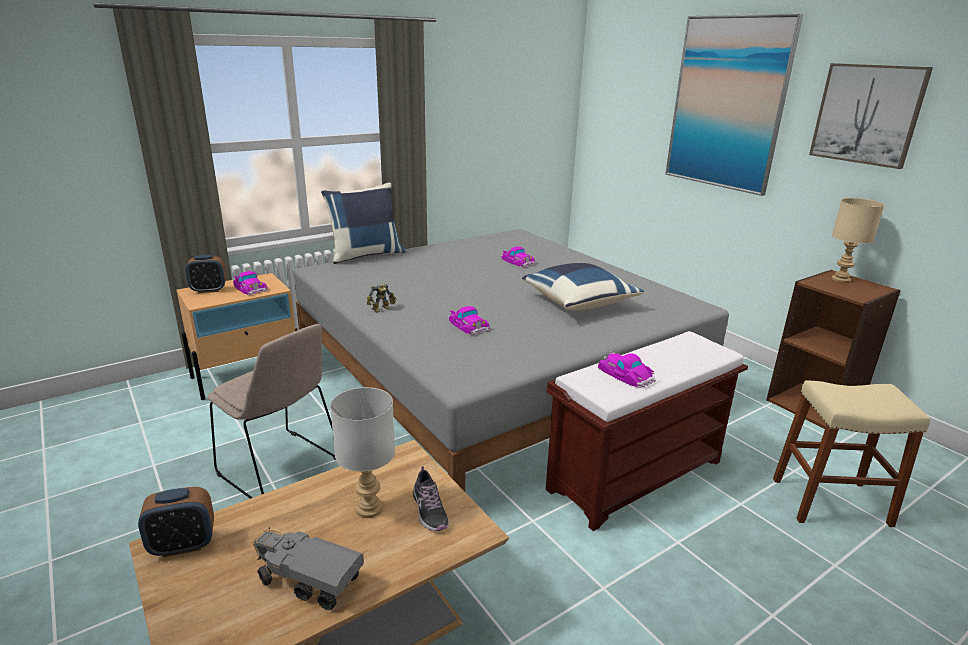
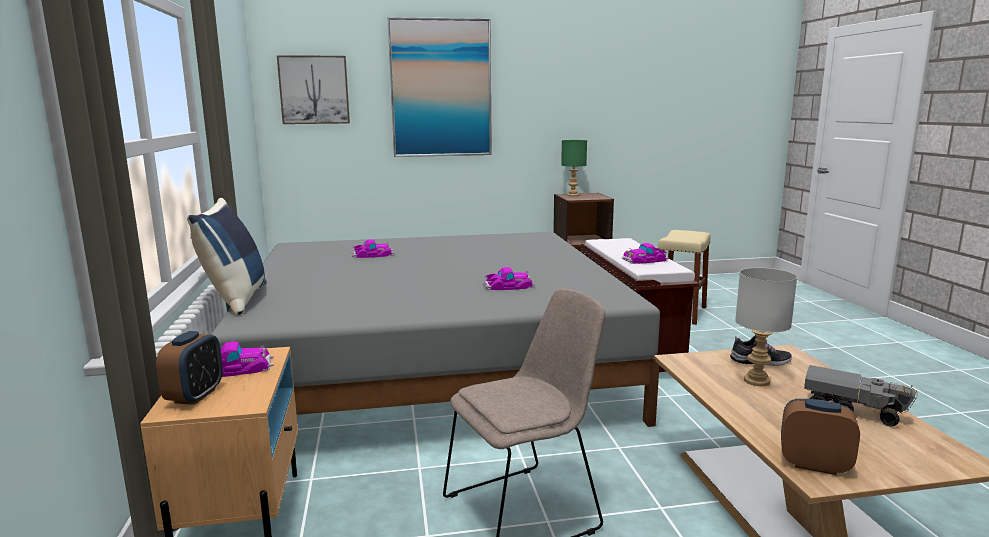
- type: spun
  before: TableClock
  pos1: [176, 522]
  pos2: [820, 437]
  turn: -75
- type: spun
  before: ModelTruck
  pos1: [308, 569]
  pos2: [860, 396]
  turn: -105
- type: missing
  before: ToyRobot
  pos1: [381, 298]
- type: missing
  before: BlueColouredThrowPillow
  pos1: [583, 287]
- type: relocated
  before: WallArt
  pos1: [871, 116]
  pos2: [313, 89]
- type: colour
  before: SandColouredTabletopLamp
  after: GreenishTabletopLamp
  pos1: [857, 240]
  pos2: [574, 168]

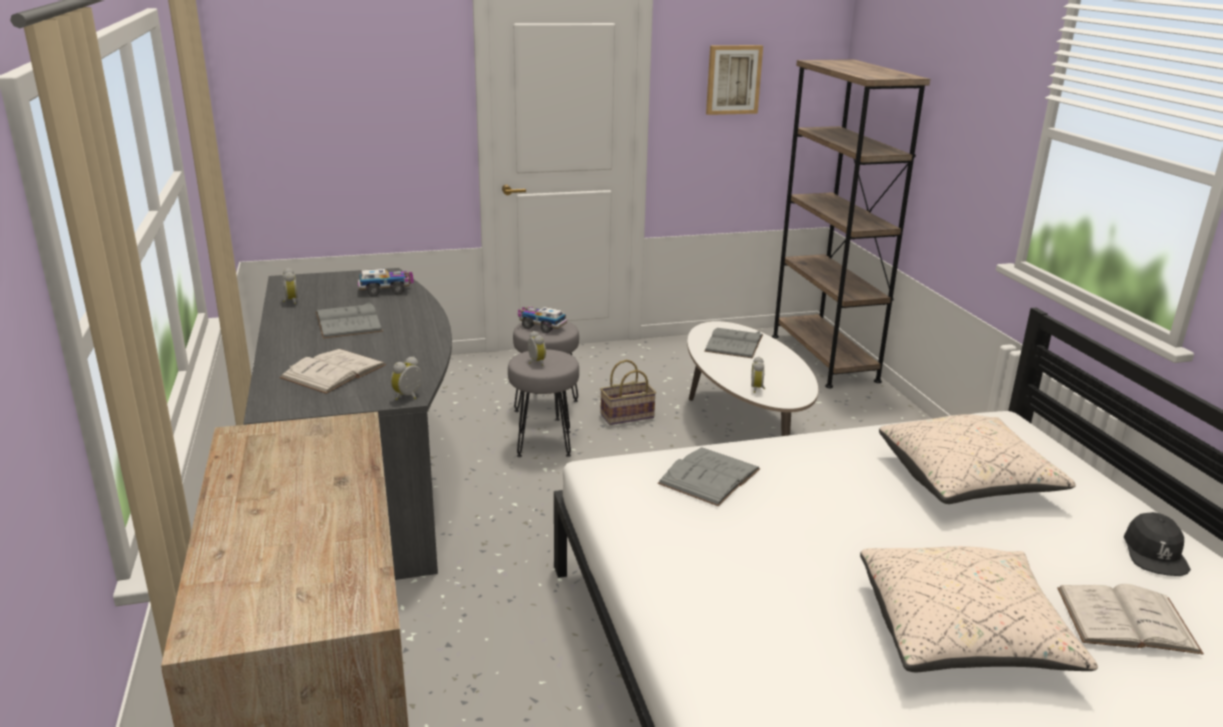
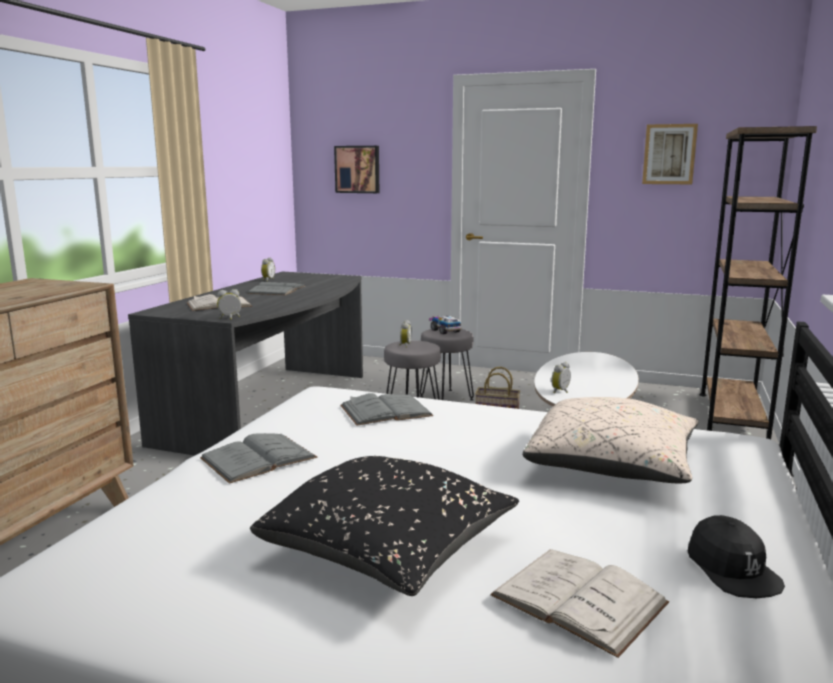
- type: missing
  before: ModelTruck
  pos1: [385, 282]
- type: relocated
  before: GrayBook
  pos1: [733, 343]
  pos2: [259, 458]
- type: colour
  before: SandColouredThrowPillow
  after: BlackThrowPillow
  pos1: [979, 609]
  pos2: [384, 526]
- type: spun
  before: BlackCap
  pos1: [1157, 544]
  pos2: [736, 556]
  turn: -60
- type: appeared
  after: WallArt
  pos2: [356, 169]

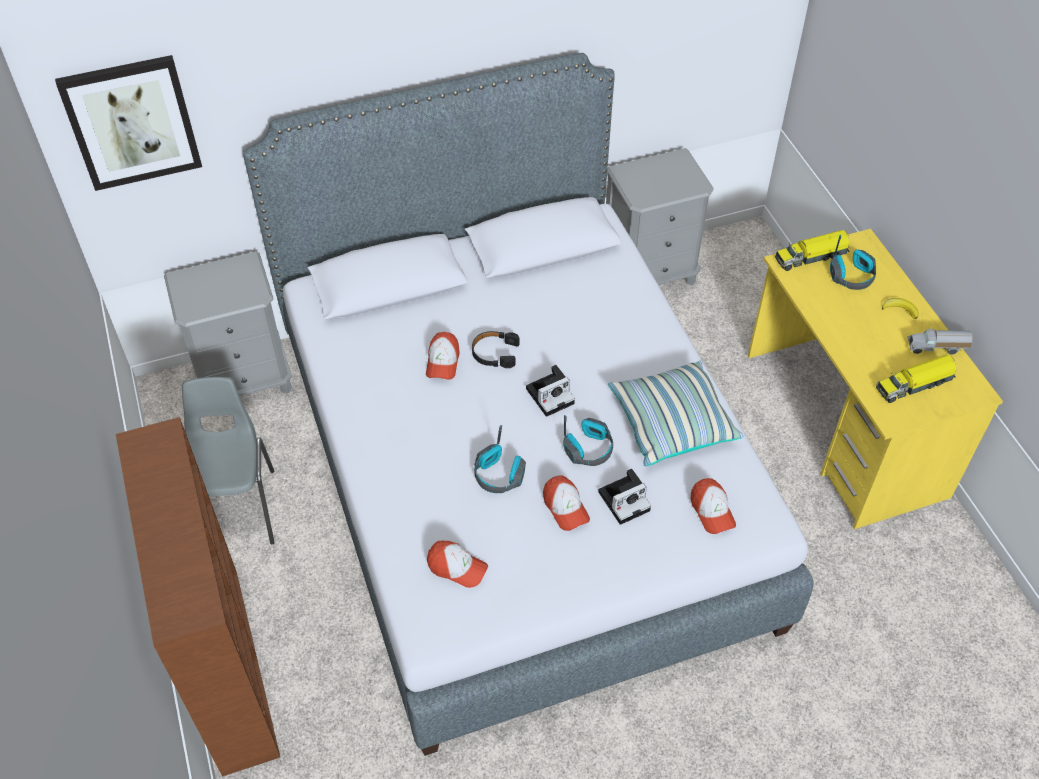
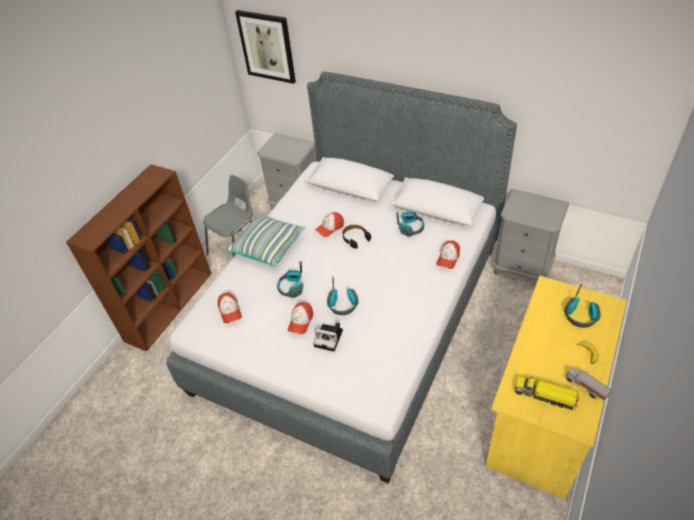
- type: missing
  before: StillCamera
  pos1: [550, 391]
- type: relocated
  before: ThrowPillow
  pos1: [675, 413]
  pos2: [265, 240]
- type: relocated
  before: Cap
  pos1: [713, 506]
  pos2: [448, 254]
- type: missing
  before: ModelTruck
  pos1: [812, 250]
- type: appeared
  after: PairOfHeadphones
  pos2: [410, 224]

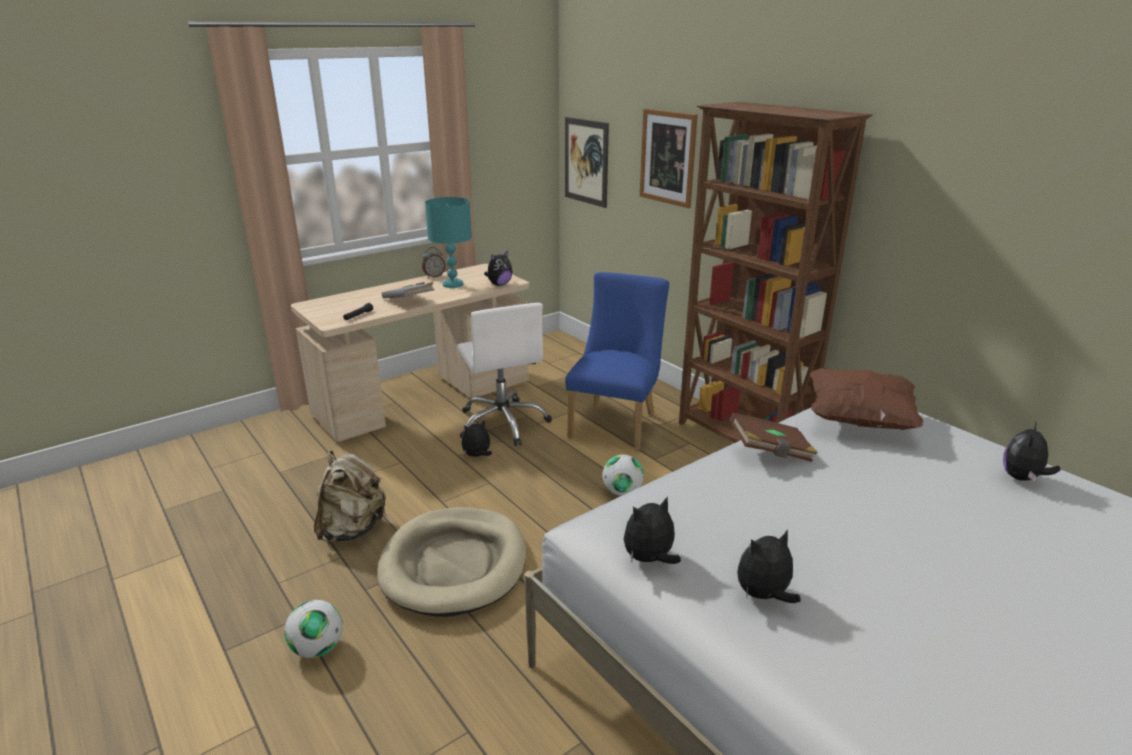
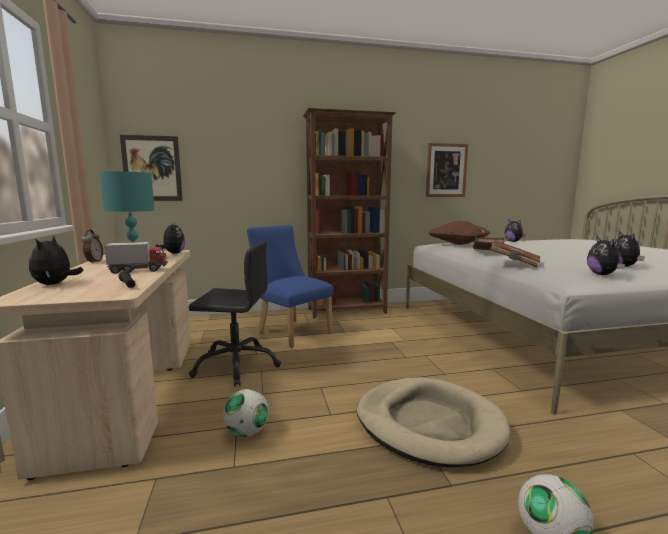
- type: missing
  before: SandColouredKnapsack
  pos1: [350, 497]
- type: exchanged
  before: GrayBook
  after: ModelTruck
  pos1: [408, 290]
  pos2: [136, 258]
- type: colour
  before: WhiteDeskChair
  after: BlackDeskChair
  pos1: [504, 374]
  pos2: [235, 314]
- type: relocated
  before: SoftToy
  pos1: [477, 438]
  pos2: [56, 260]
- type: relocated
  before: BallForFootball
  pos1: [623, 475]
  pos2: [246, 413]
- type: relocated
  before: WallArt
  pos1: [669, 158]
  pos2: [447, 170]
- type: appeared
  after: BrownishBook
  pos2: [514, 254]

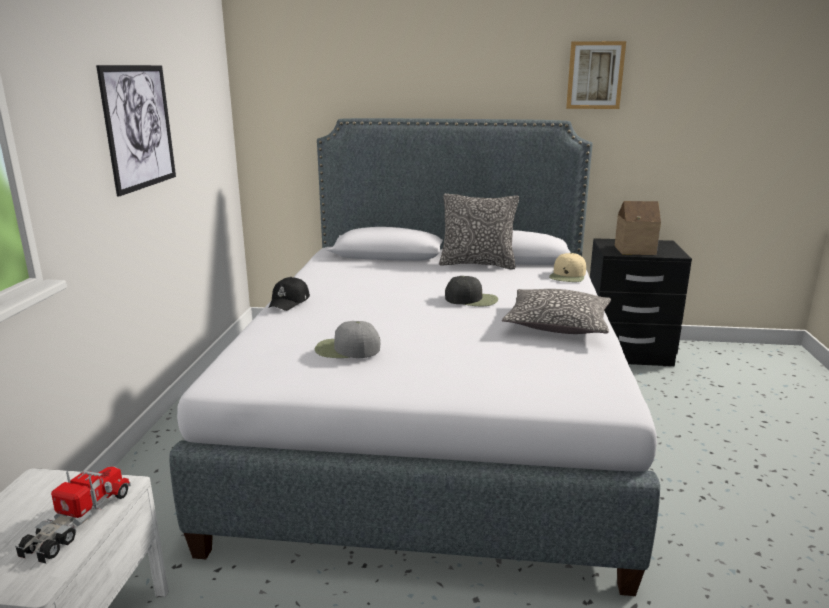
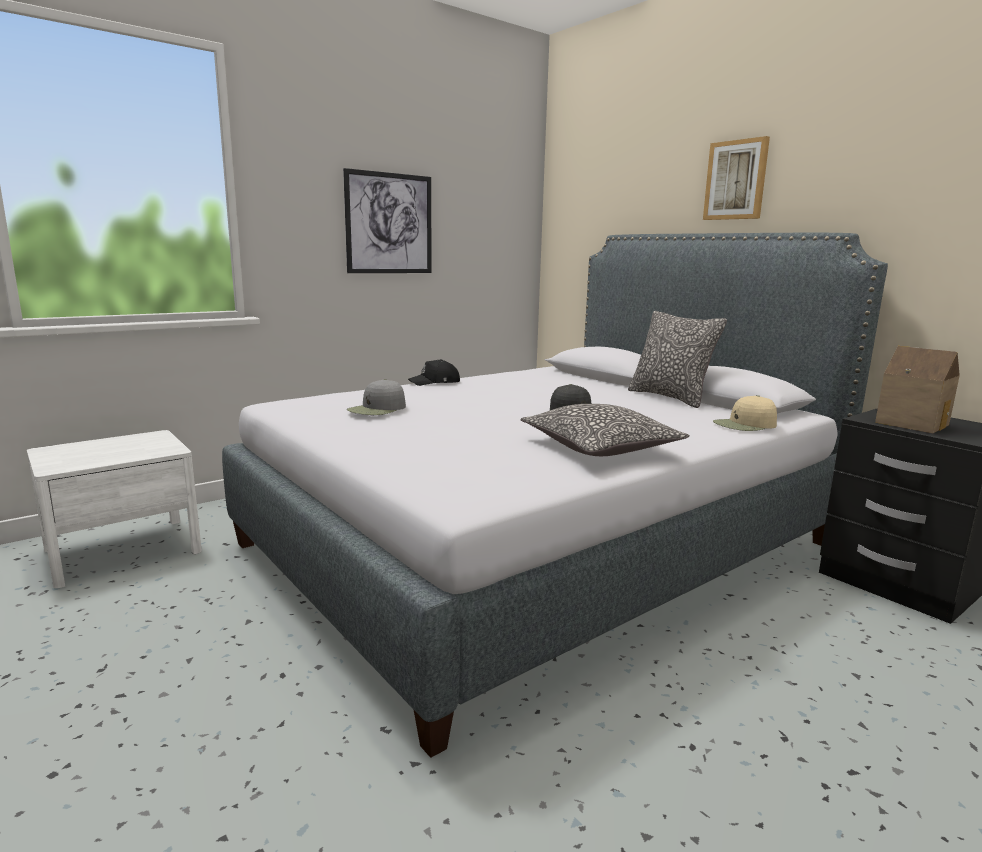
- type: missing
  before: ModelTruck
  pos1: [73, 515]
- type: spun
  before: GrayCap
  pos1: [347, 339]
  pos2: [376, 397]
  turn: -105
- type: relocated
  before: WallArt
  pos1: [596, 75]
  pos2: [736, 178]

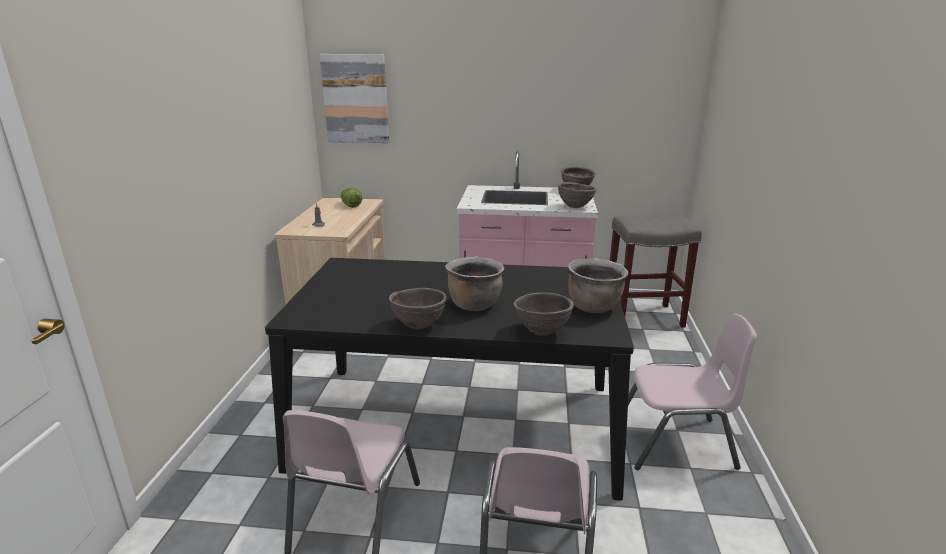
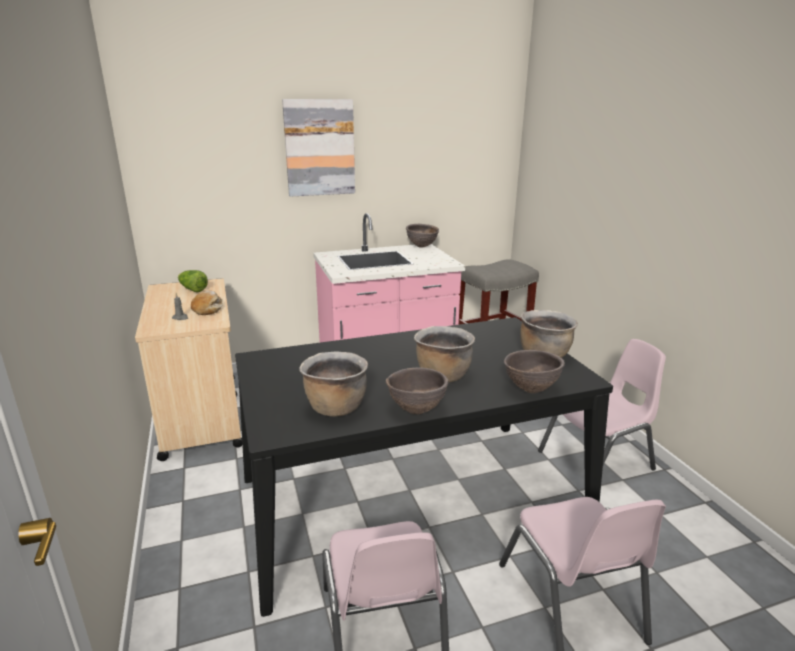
- type: relocated
  before: WallArt
  pos1: [354, 98]
  pos2: [318, 148]
- type: missing
  before: BrownishDeepDish
  pos1: [577, 195]
- type: appeared
  after: BakedBread
  pos2: [207, 303]
- type: appeared
  after: BrownishCookingPot
  pos2: [333, 384]

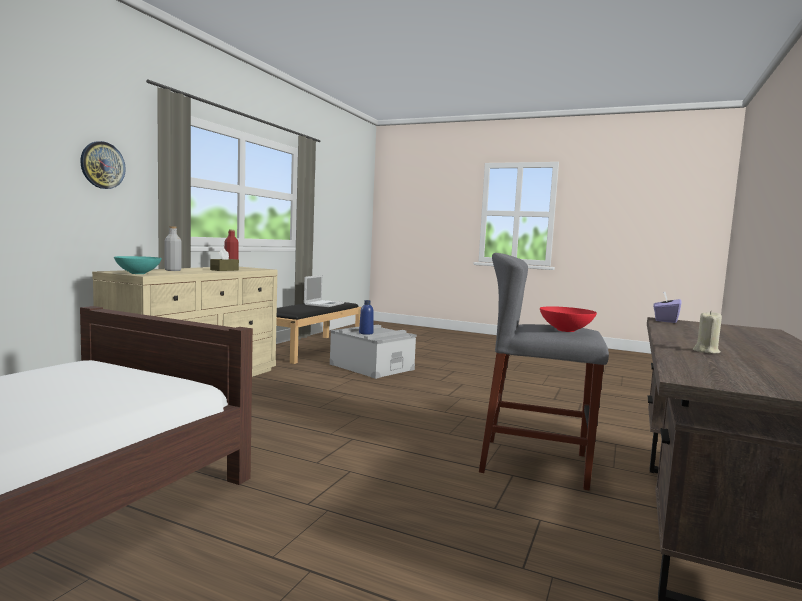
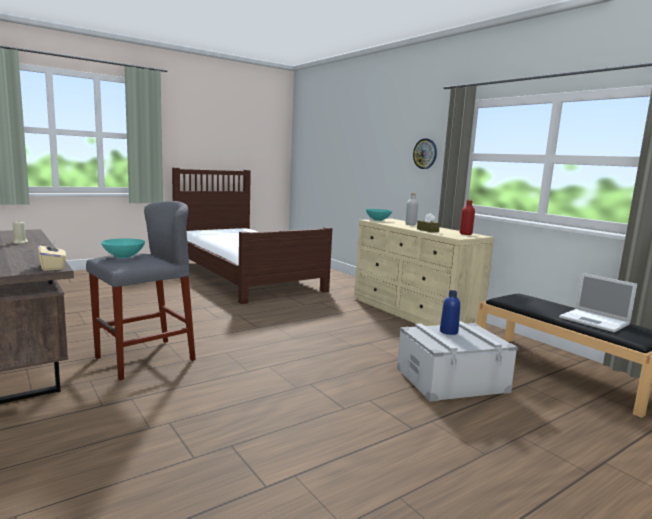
- type: colour
  before: RedColouredDeepDish
  after: BlueGreenDeepDish
  pos1: [568, 319]
  pos2: [123, 248]
- type: colour
  before: PurpleTissueBox
  after: SandColouredTissueBox
  pos1: [667, 307]
  pos2: [52, 256]

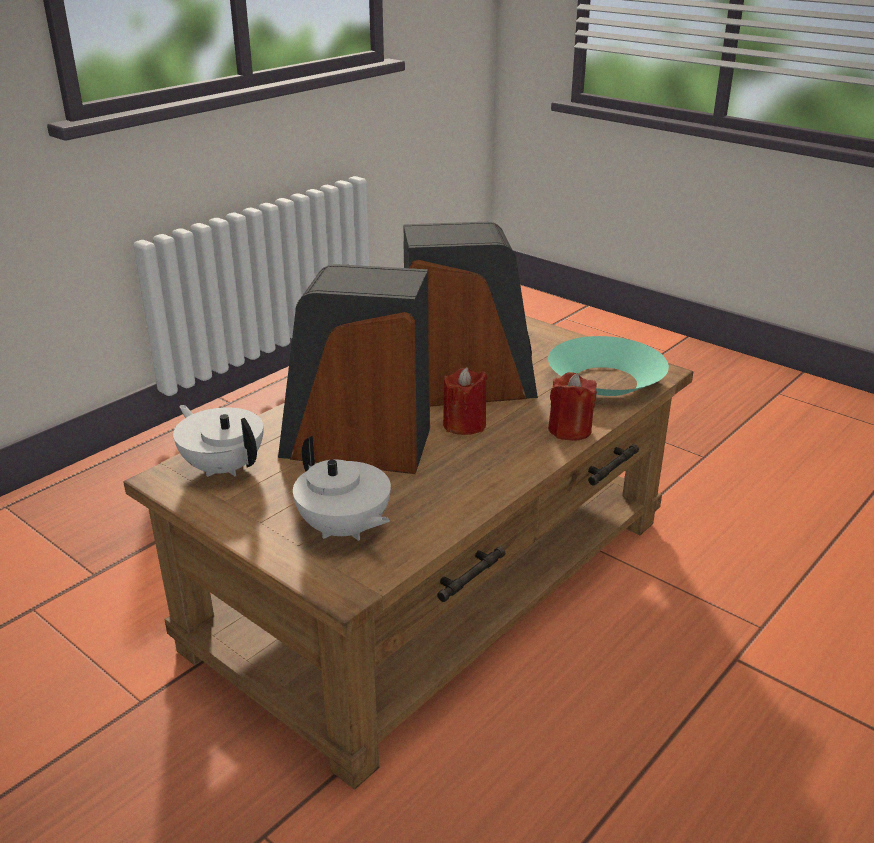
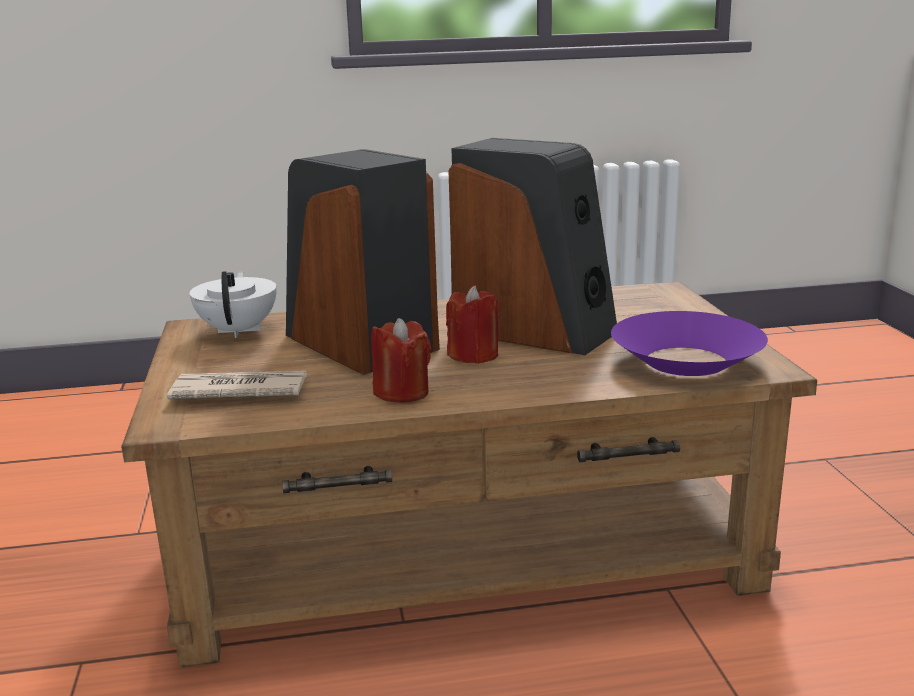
- type: exchanged
  before: WhitePotForTea
  after: DailyPaper
  pos1: [342, 488]
  pos2: [237, 384]
- type: colour
  before: BlueGreenDeepDish
  after: PurpleDeepDish
  pos1: [608, 366]
  pos2: [689, 343]
- type: relocated
  before: RedColouredWaxLight
  pos1: [572, 406]
  pos2: [401, 360]

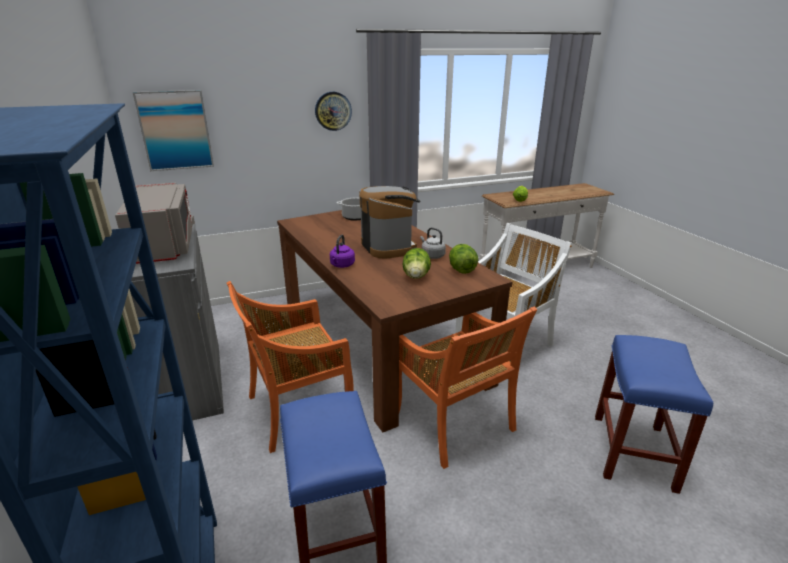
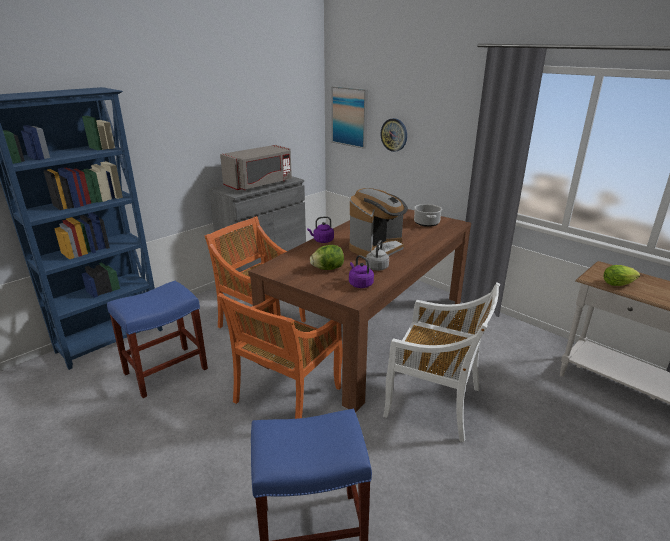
- type: relocated
  before: HangingClock
  pos1: [333, 111]
  pos2: [393, 135]
- type: exchanged
  before: LettuceHead
  after: PurpleKettle
  pos1: [463, 259]
  pos2: [361, 271]

